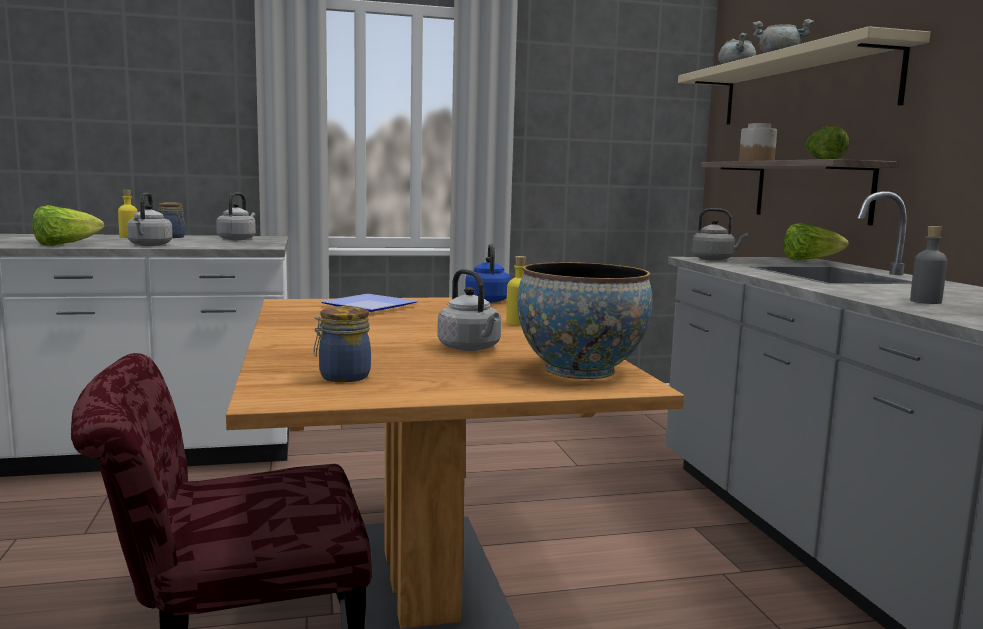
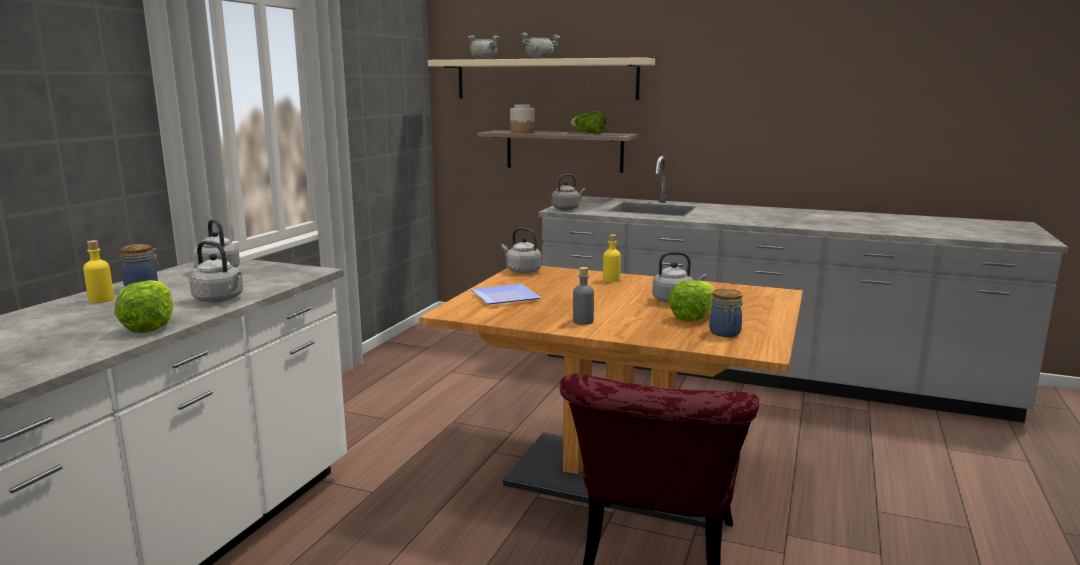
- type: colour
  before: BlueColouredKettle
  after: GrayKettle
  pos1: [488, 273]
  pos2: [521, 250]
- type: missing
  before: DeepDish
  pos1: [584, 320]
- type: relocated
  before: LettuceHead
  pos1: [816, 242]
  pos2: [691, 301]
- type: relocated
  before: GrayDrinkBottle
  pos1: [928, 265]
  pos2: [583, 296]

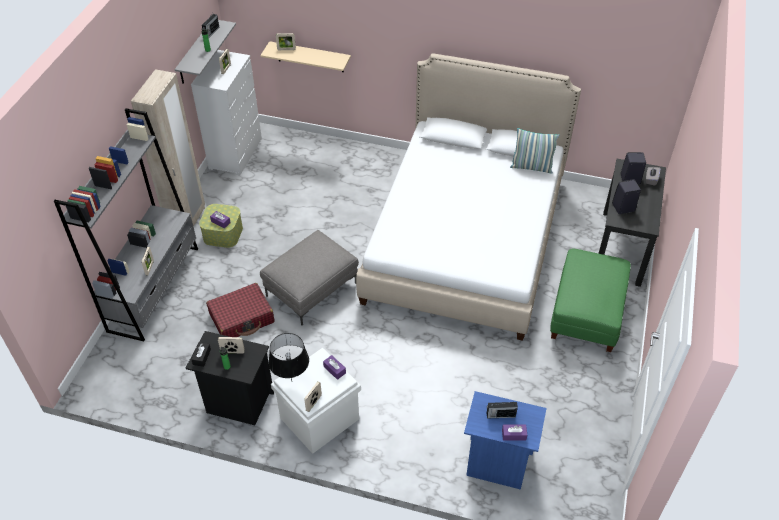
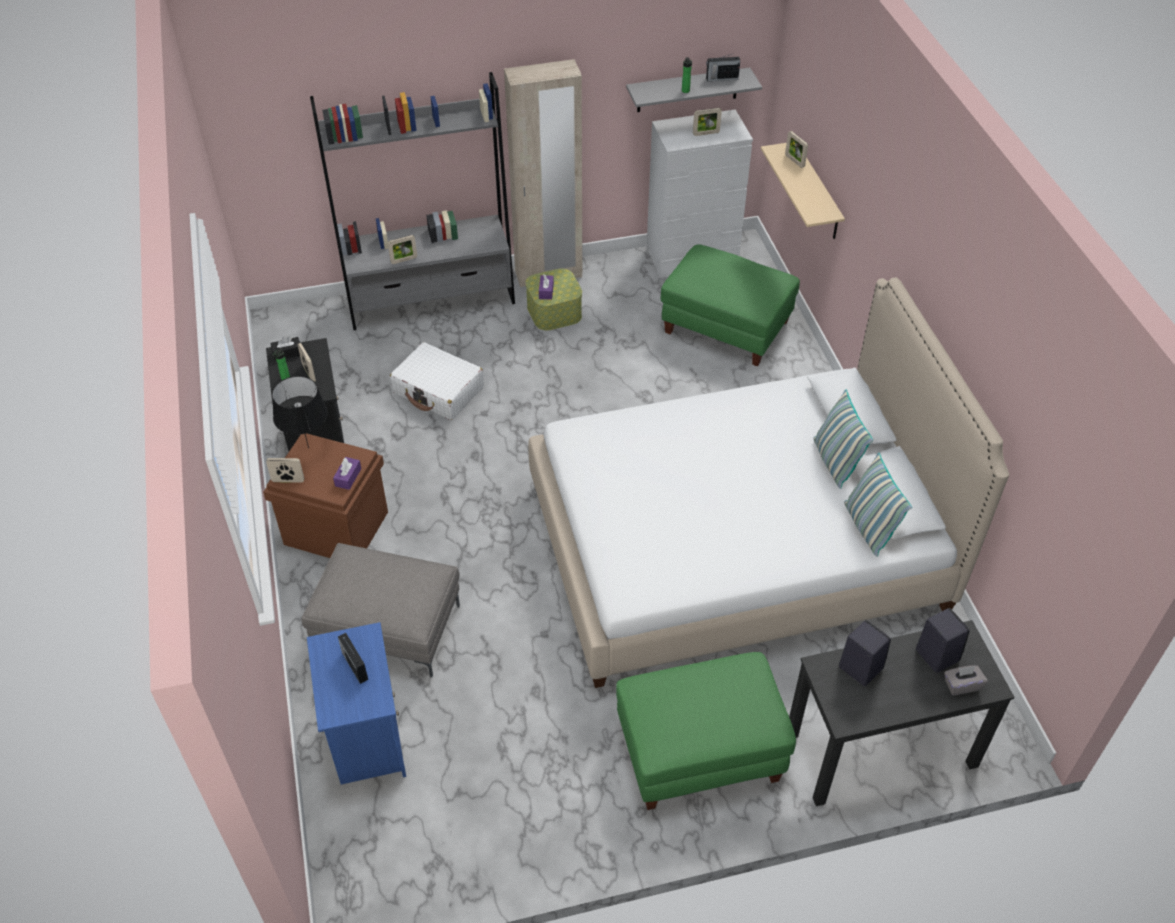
- type: colour
  before: RedColouredPieceOfLuggage
  after: WhitePieceOfLuggage
  pos1: [240, 310]
  pos2: [437, 381]
- type: relocated
  before: GrayFootrest
  pos1: [309, 278]
  pos2: [381, 610]
- type: colour
  before: WhiteStorageContainer
  after: BrownishStorageContainer
  pos1: [316, 401]
  pos2: [325, 495]
- type: missing
  before: PurpleTissueBox
  pos1: [514, 433]
- type: appeared
  after: GreenishFootrest
  pos2: [730, 305]
- type: appeared
  after: ThrowPillow
  pos2: [843, 439]

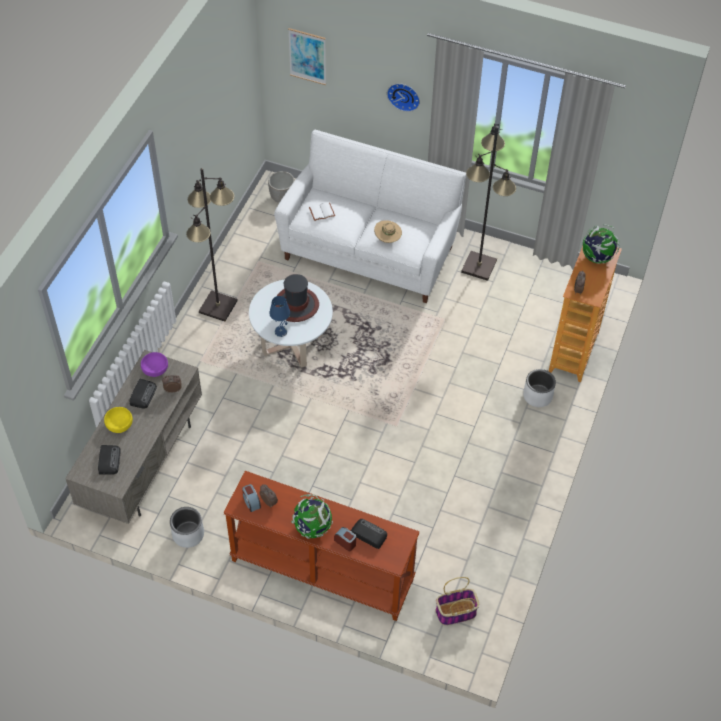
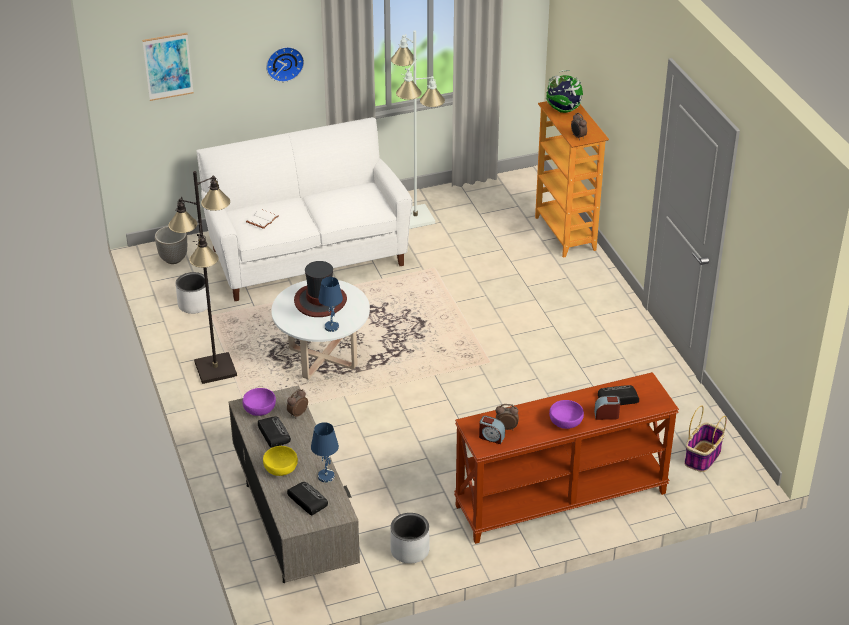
- type: exchanged
  before: WorldGlobe
  after: PurpleDeepDish
  pos1: [312, 516]
  pos2: [566, 414]
- type: missing
  before: SandColouredWearableHat
  pos1: [388, 231]
- type: colour
  before: BlackFloorLamp
  after: WhiteFloorLamp
  pos1: [488, 202]
  pos2: [418, 130]
- type: relocated
  before: WhitePlantPot
  pos1: [539, 388]
  pos2: [193, 293]
- type: appeared
  after: BlueColouredTabletopLamp
  pos2: [325, 452]

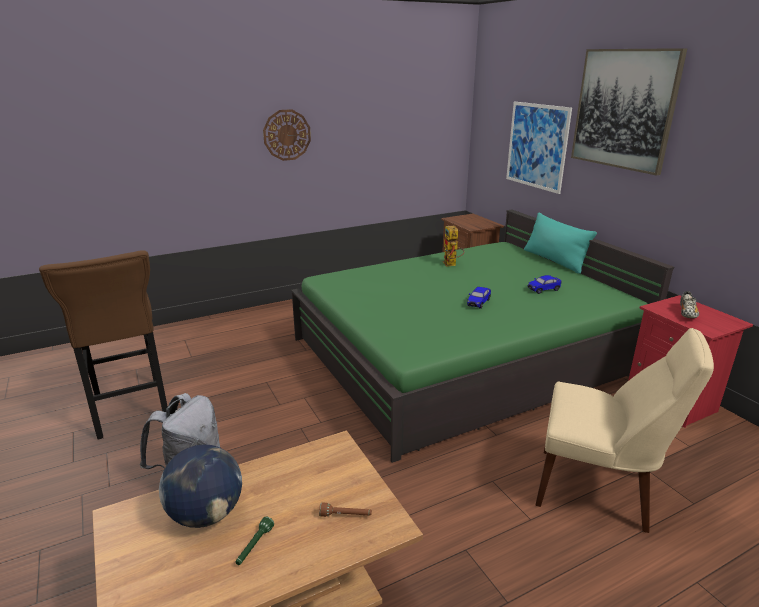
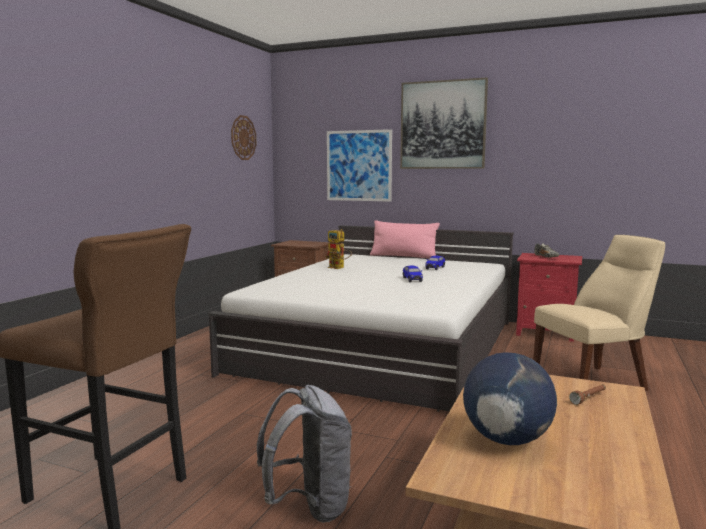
- type: missing
  before: GreenishHandTorch
  pos1: [255, 540]
- type: relocated
  before: HangingClock
  pos1: [287, 135]
  pos2: [243, 137]
- type: colour
  before: GreenishBedroomBed
  after: WhiteBedroomBed
  pos1: [482, 336]
  pos2: [361, 318]
- type: colour
  before: BlueGreenThrowPillow
  after: PinkColouredThrowPillow
  pos1: [560, 243]
  pos2: [405, 239]

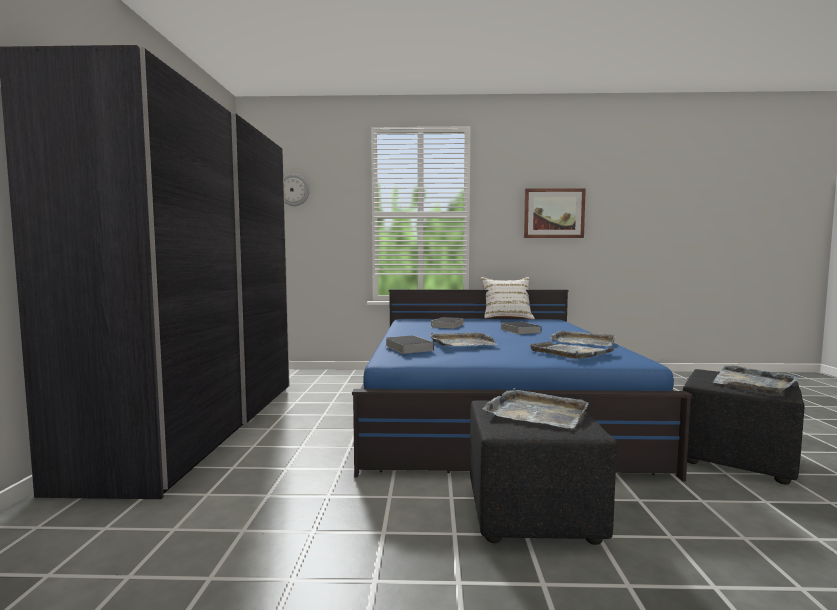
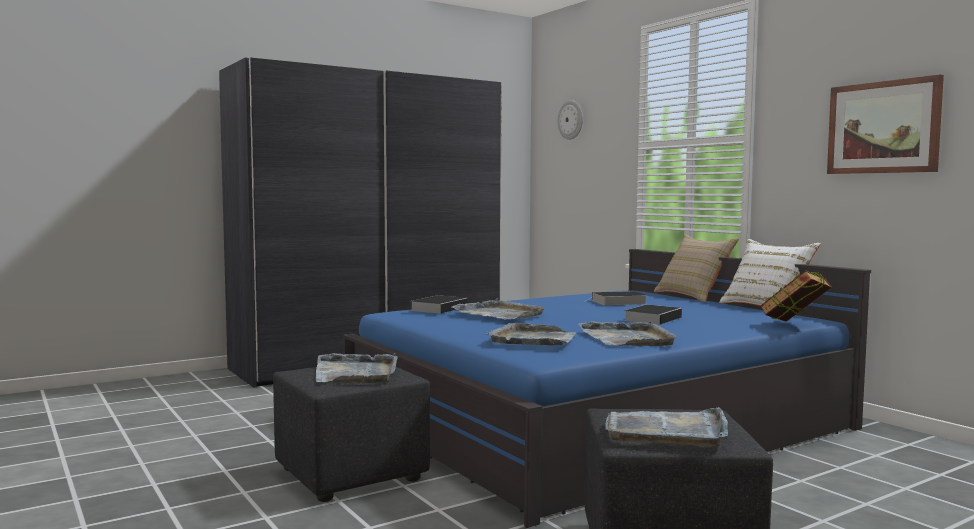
- type: appeared
  after: SandColouredThrowPillow
  pos2: [696, 268]
- type: appeared
  after: Book
  pos2: [796, 296]

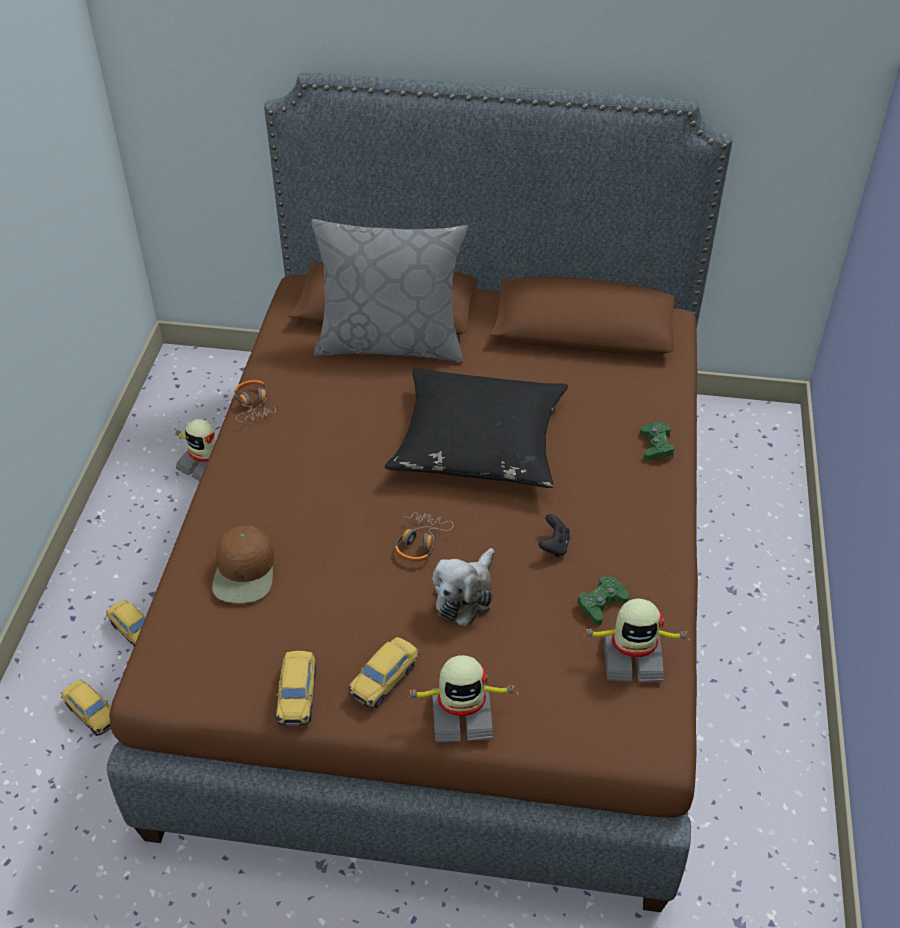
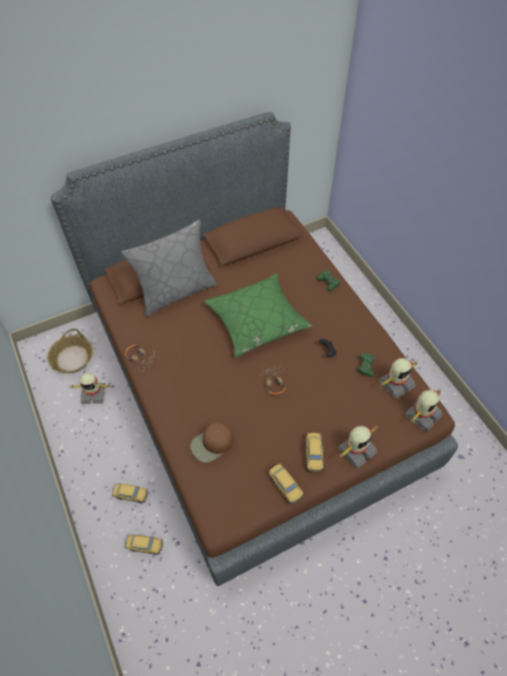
- type: spun
  before: BrownishCap
  pos1: [243, 564]
  pos2: [212, 442]
  turn: 90
- type: colour
  before: BlackThrowPillow
  after: GreenishThrowPillow
  pos1: [476, 428]
  pos2: [258, 315]
- type: missing
  before: SoftToy
  pos1: [464, 587]
- type: appeared
  after: StorageBasket
  pos2: [70, 351]
- type: appeared
  after: ToyRobot
  pos2: [423, 410]

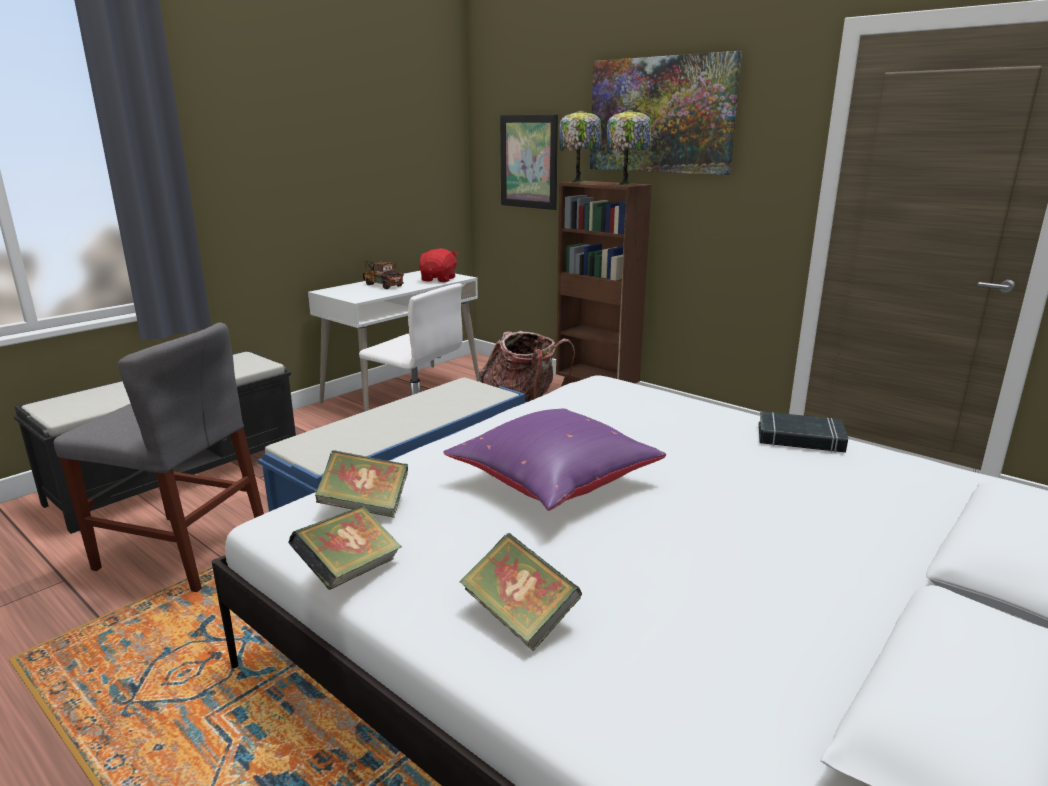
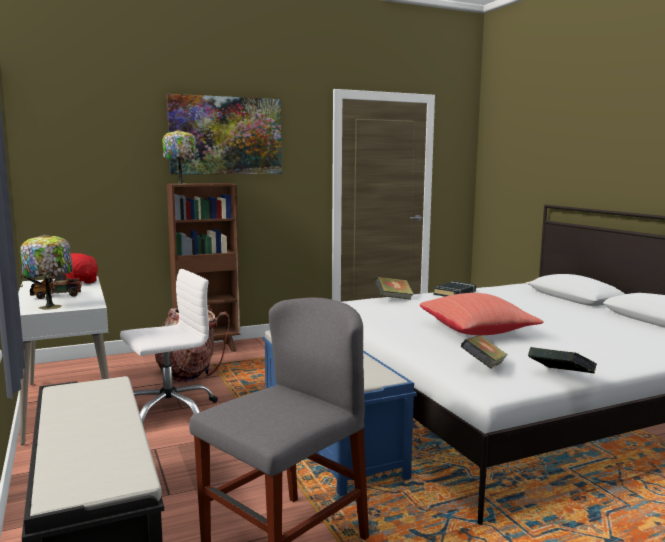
- type: colour
  before: PurpleThrowPillow
  after: RedColouredThrowPillow
  pos1: [555, 459]
  pos2: [482, 314]
- type: relocated
  before: Book
  pos1: [520, 592]
  pos2: [394, 288]
- type: missing
  before: WallArt
  pos1: [529, 162]
- type: relocated
  before: TabletopLamp
  pos1: [629, 147]
  pos2: [46, 272]

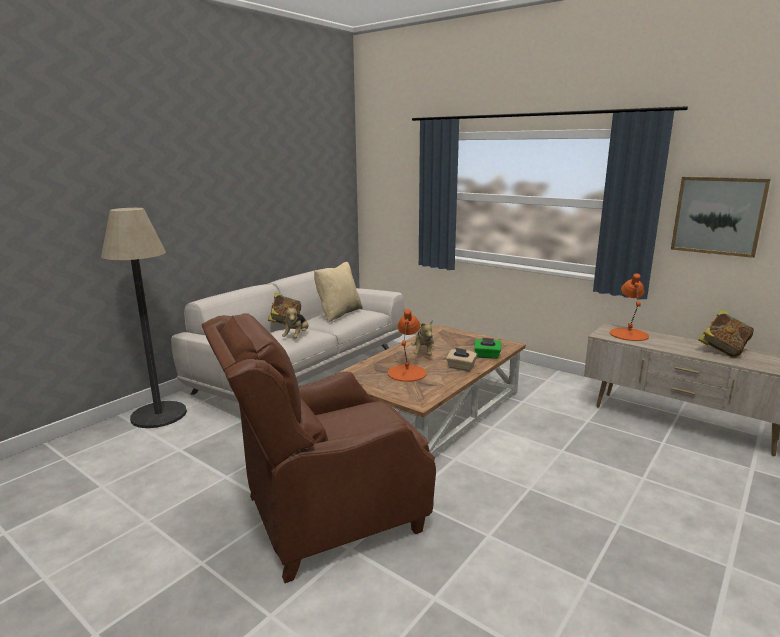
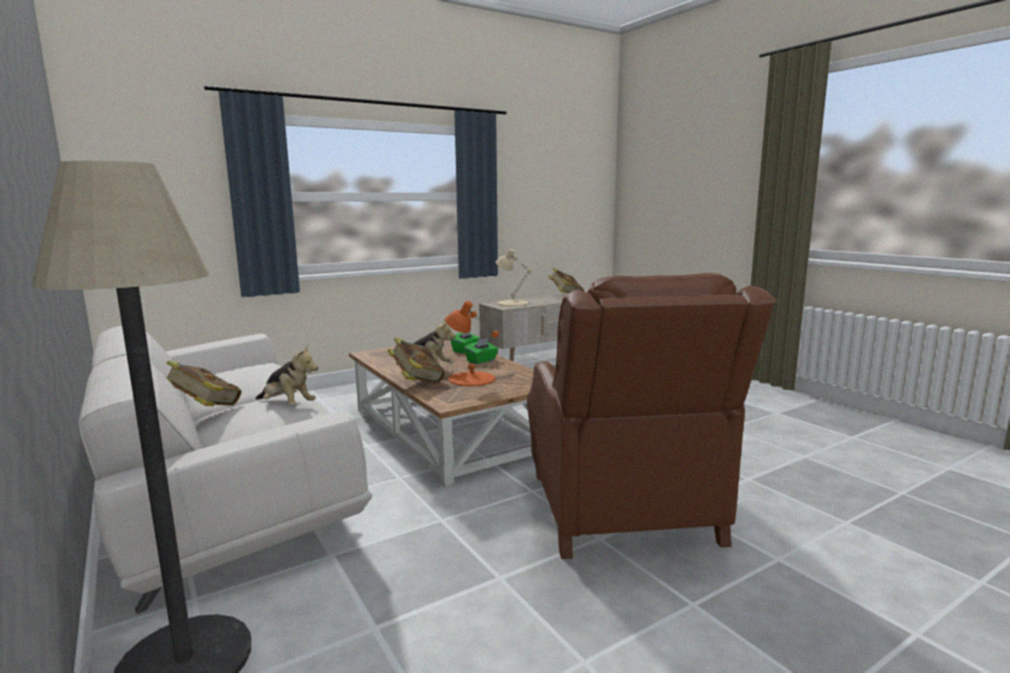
- type: missing
  before: SandColouredThrowPillow
  pos1: [338, 292]
- type: colour
  before: SandColouredTissueBox
  after: GreenishTissueBox
  pos1: [461, 359]
  pos2: [481, 351]
- type: colour
  before: OrangeColouredTabletopLamp
  after: SandColouredTabletopLamp
  pos1: [629, 307]
  pos2: [514, 277]
- type: missing
  before: WallArt
  pos1: [721, 217]
- type: appeared
  after: Book
  pos2: [416, 360]

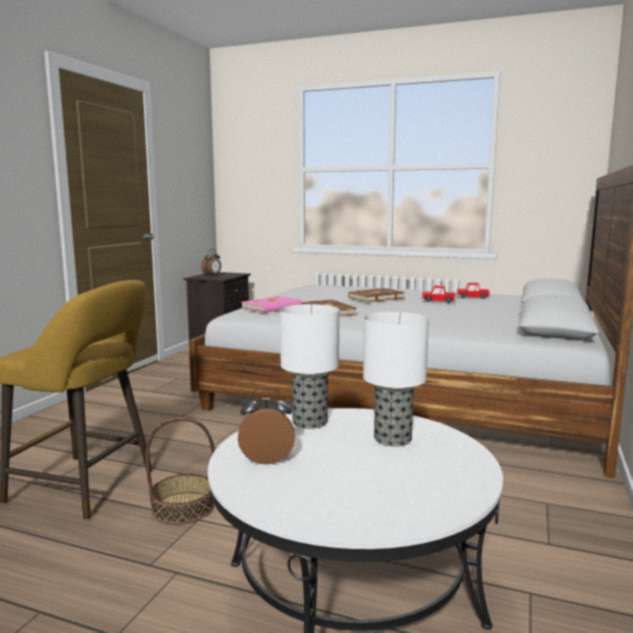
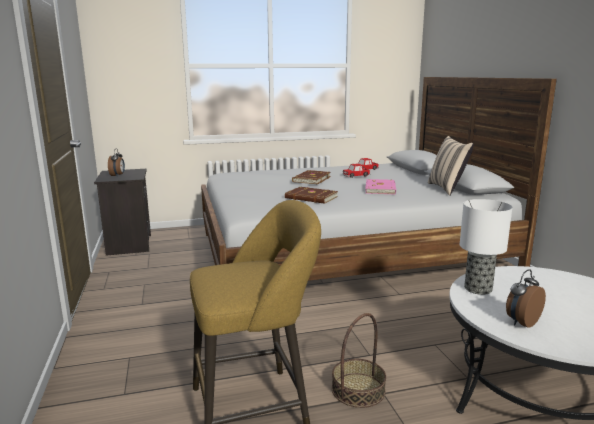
- type: relocated
  before: PinkColouredBook
  pos1: [271, 304]
  pos2: [380, 186]
- type: missing
  before: TabletopLamp
  pos1: [396, 379]
- type: appeared
  after: SandColouredThrowPillow
  pos2: [451, 166]

